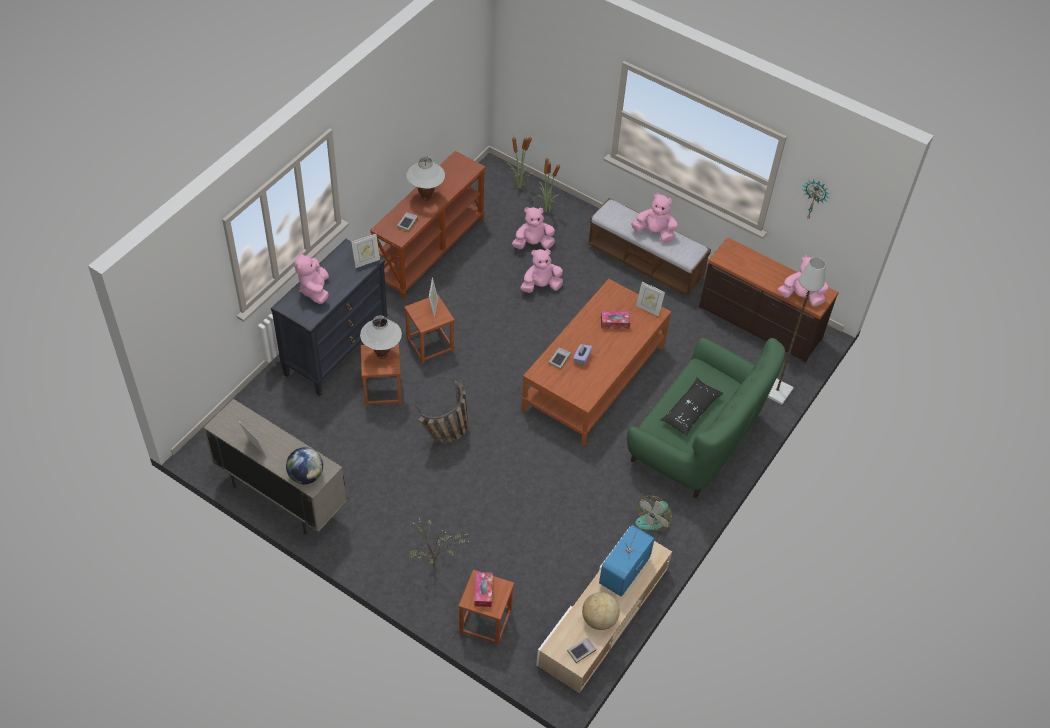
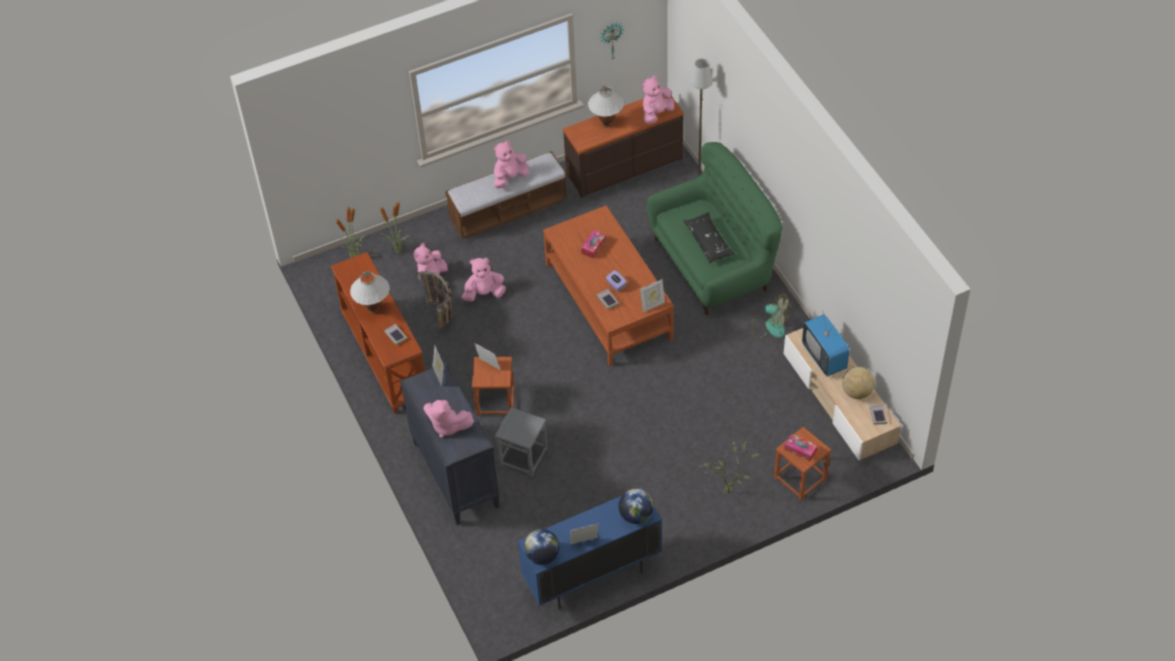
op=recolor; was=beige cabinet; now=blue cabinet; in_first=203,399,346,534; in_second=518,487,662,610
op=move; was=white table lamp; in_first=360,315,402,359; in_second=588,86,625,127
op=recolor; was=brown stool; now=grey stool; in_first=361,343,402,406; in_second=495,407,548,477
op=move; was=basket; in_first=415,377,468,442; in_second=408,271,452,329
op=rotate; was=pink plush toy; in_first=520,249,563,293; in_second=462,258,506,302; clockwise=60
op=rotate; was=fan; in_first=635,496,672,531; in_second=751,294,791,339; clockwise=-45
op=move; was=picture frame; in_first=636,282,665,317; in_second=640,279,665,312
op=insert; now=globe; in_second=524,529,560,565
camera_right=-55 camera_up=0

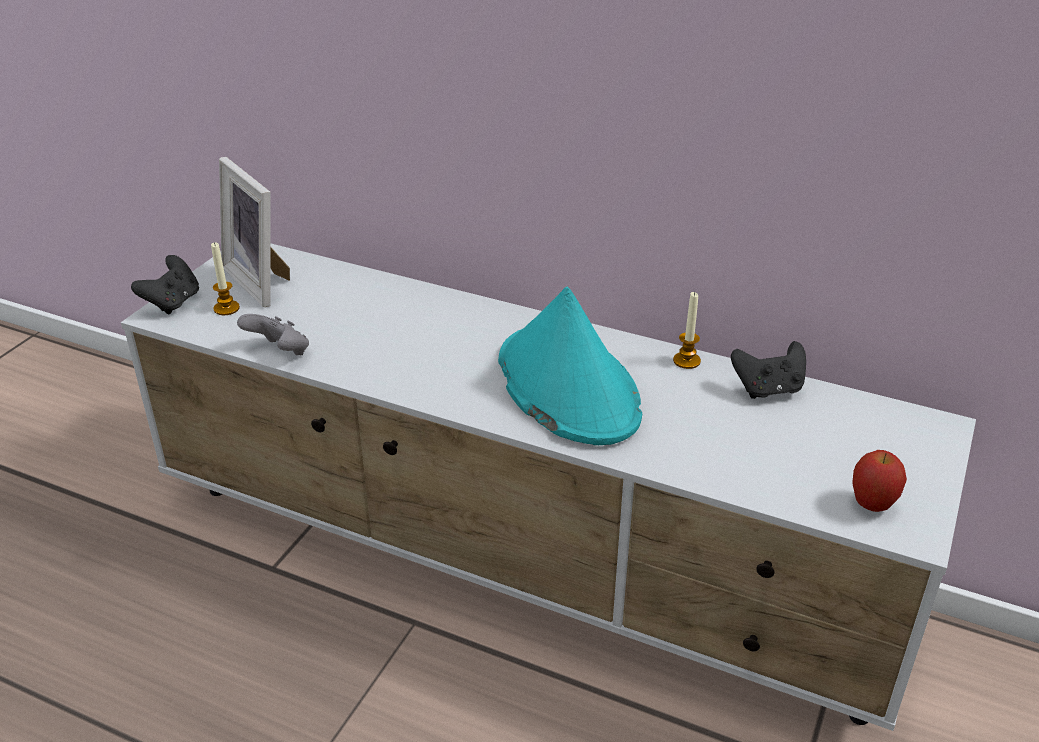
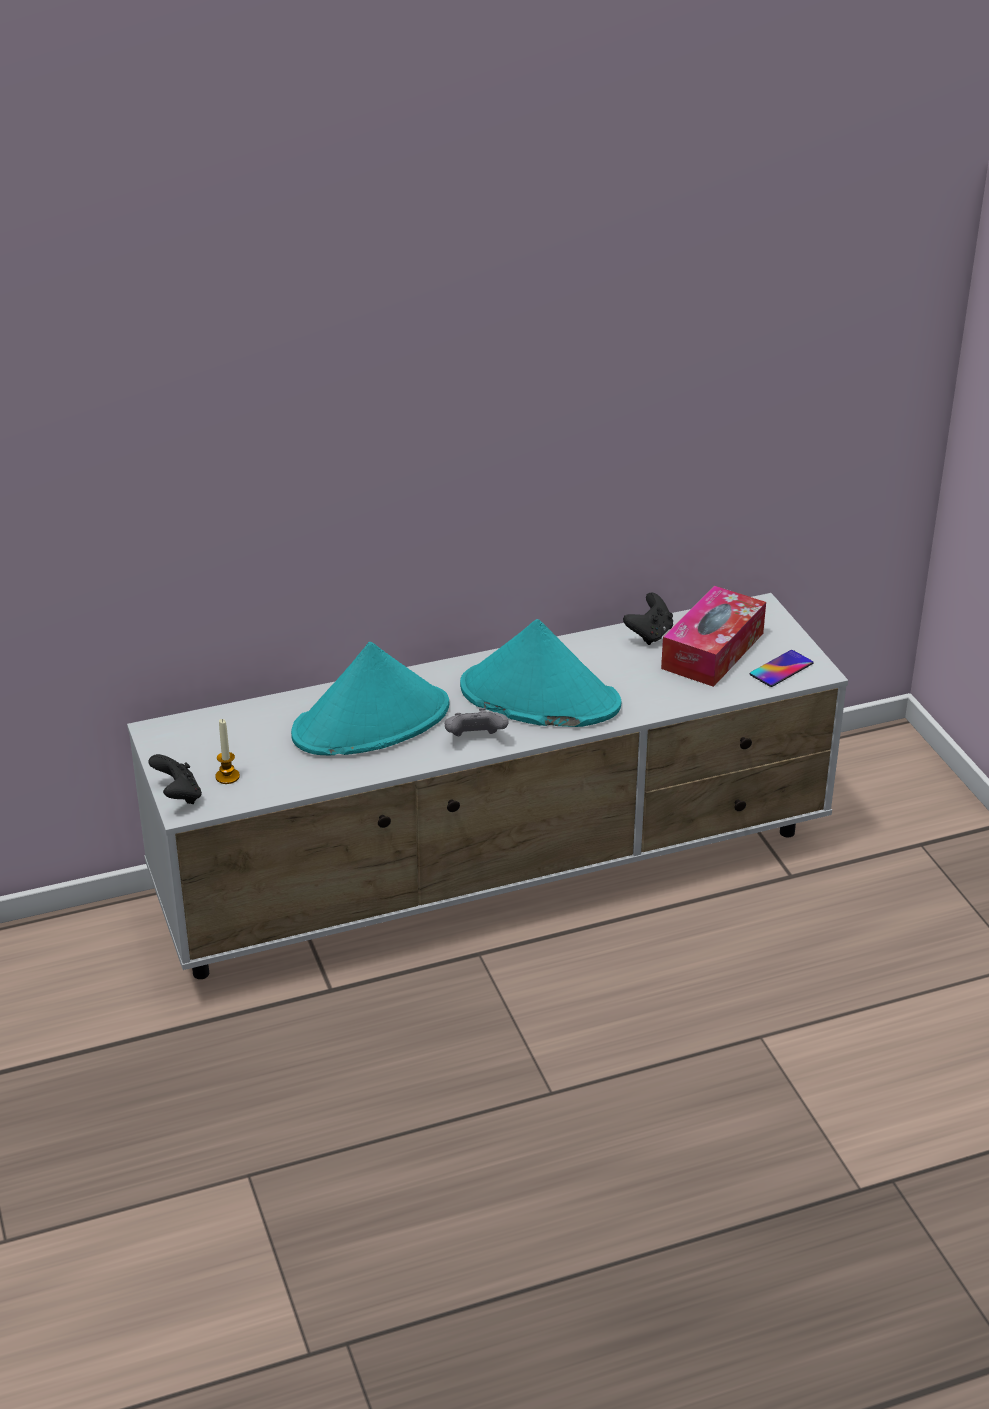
op=delete; was=picture frame; in_first=219,157,290,307
op=move; was=grey game controller; in_first=237,314,309,355; in_second=445,708,509,736
op=delete; was=candle; in_first=673,292,701,369
op=replace; was=apple; now=phone; in_first=852,450,907,512; in_second=749,650,814,687
op=insert; now=turquoise hat; in_second=291,642,449,755
op=insert; now=tissue box; in_second=661,586,766,687
camera_right=-45 camera_up=0

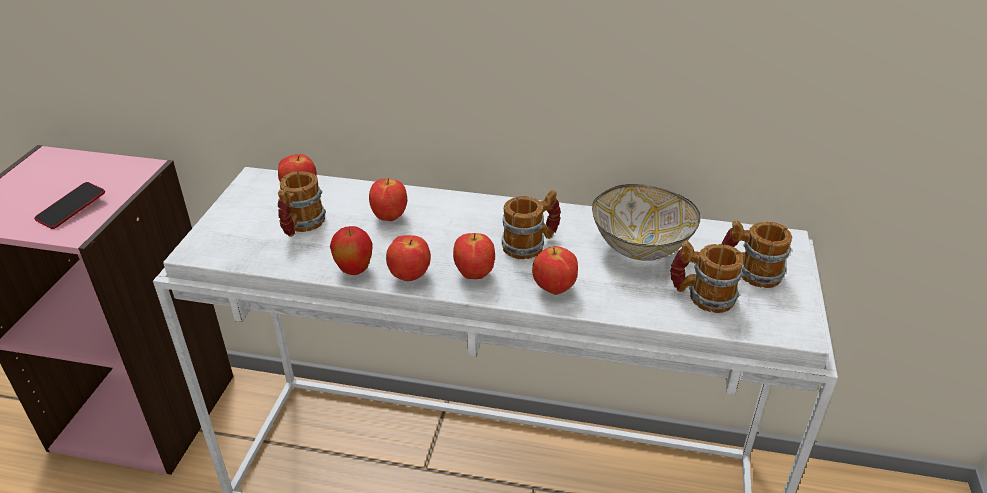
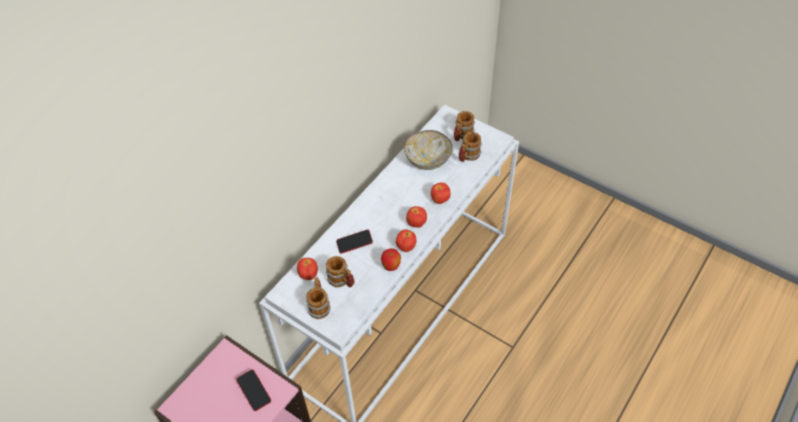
op=replace; was=apple; now=phone; in_first=369,178,407,221; in_second=336,229,373,254
op=move; was=mug; in_first=502,189,561,259; in_second=306,277,330,319
camera_right=-65 camera_up=15

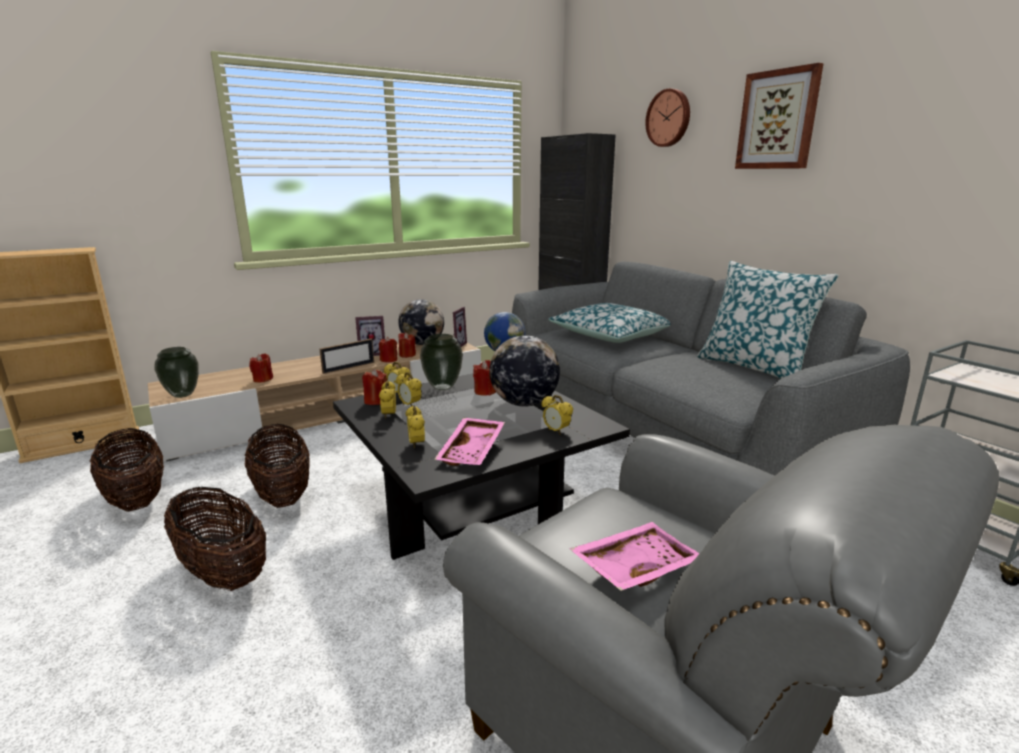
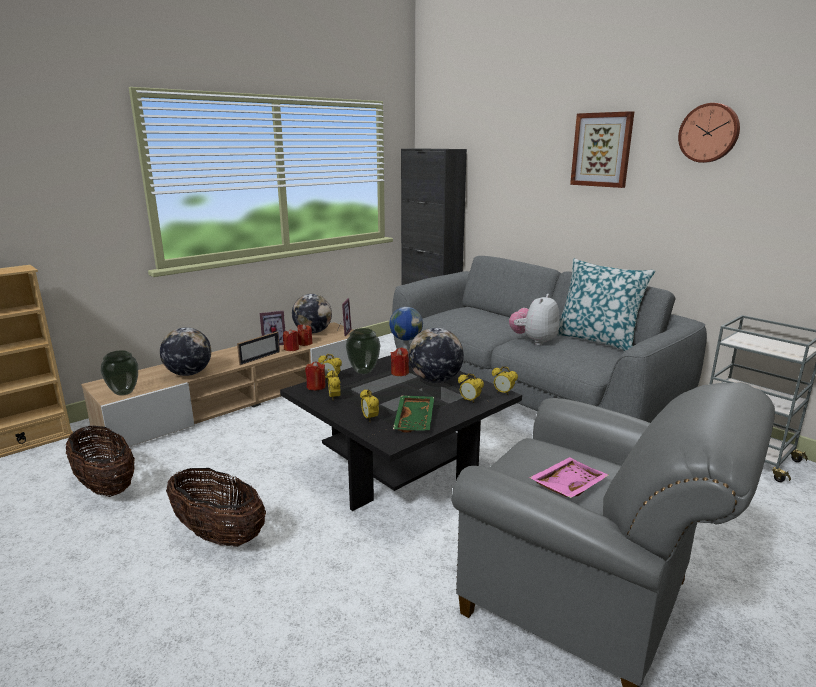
op=delete; was=basket; in_first=245,424,310,508
op=replace; was=red candle; now=globe; in_first=249,354,273,382; in_second=160,327,211,376
op=move; was=alarm clock; in_first=396,372,422,407; in_second=492,366,518,395
op=recolor; was=pink tray; now=green tray; in_first=434,418,505,466; in_second=393,395,434,433
op=delete; was=pillow; in_first=548,303,670,343
op=move; was=wall clock; in_first=645,88,690,147; in_second=678,103,740,163
op=insert; now=plush toy; in_second=509,294,560,345
camera_right=-10 camera_up=0

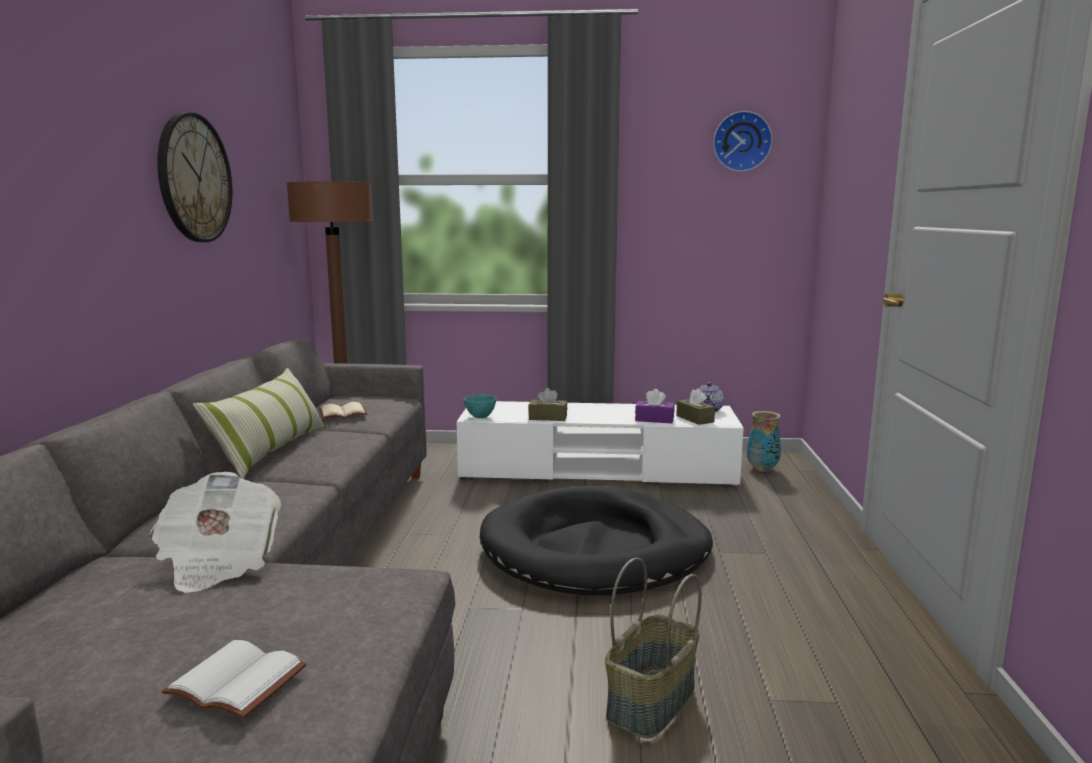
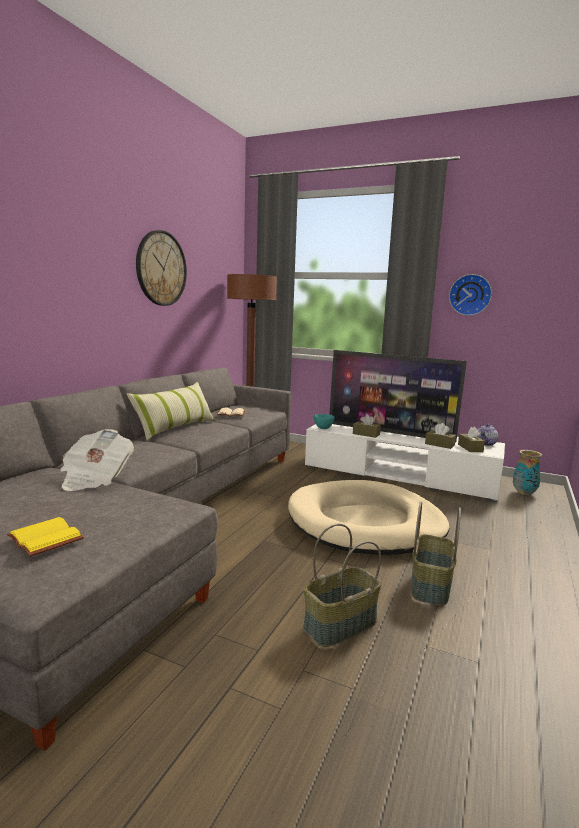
op=recolor; was=white book; now=yellow book; in_first=162,640,307,718; in_second=7,517,84,557
op=recolor; was=black dog bed; now=beige dog bed; in_first=480,486,713,596; in_second=288,480,450,555
op=recolor; was=purple tissue box; now=brown tissue box; in_first=635,389,675,423; in_second=425,423,456,449
op=move; was=wall clock; in_first=713,111,772,172; in_second=449,274,492,316
op=insert; now=television; in_second=329,350,467,442
op=insert; now=basket; in_second=411,501,461,606
camera_right=20 camera_up=0

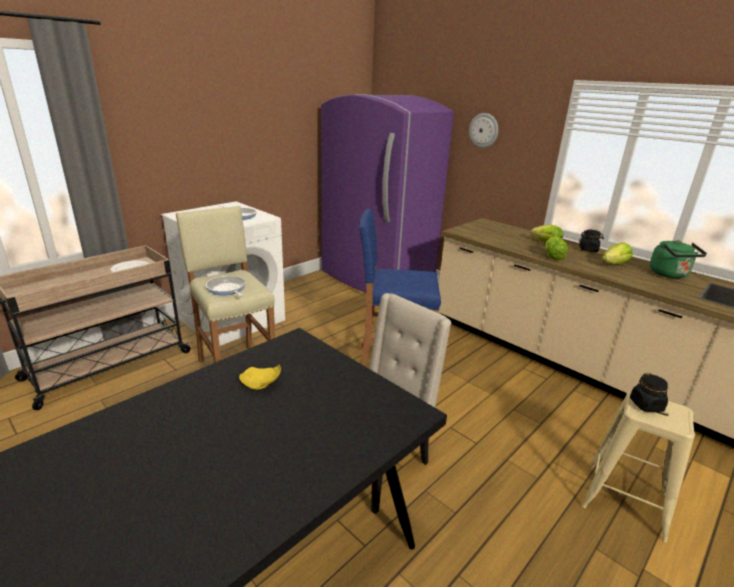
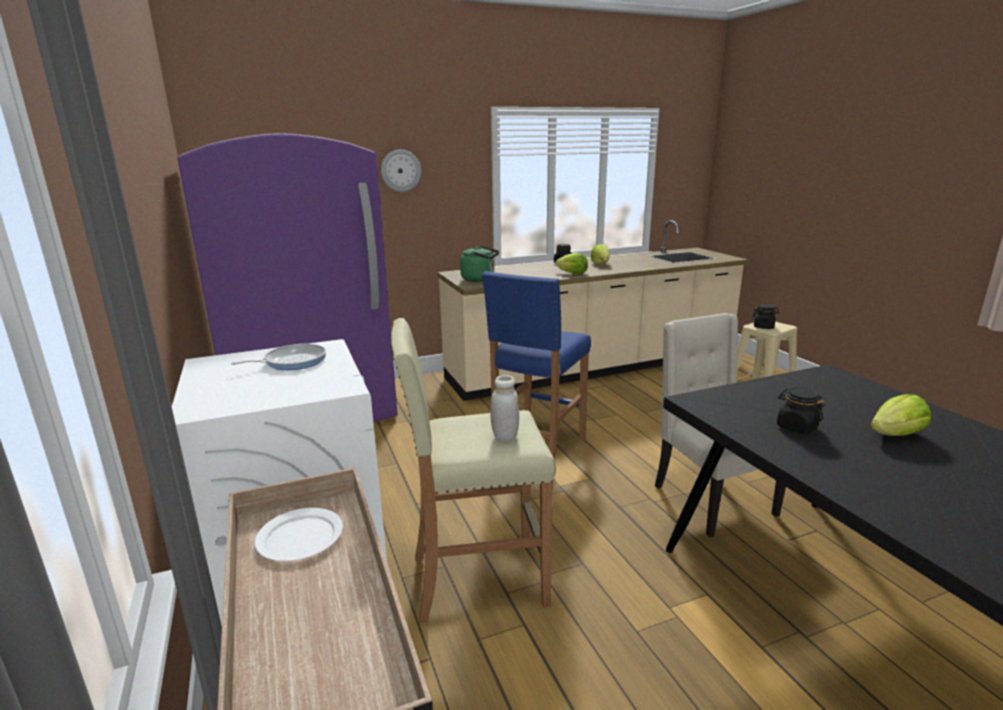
op=replace; was=frying pan; now=white jar; in_first=206,276,246,297; in_second=490,375,519,441
op=replace; was=yellow plate; now=black jar; in_first=239,365,281,389; in_second=777,387,824,434
op=move; was=lettuce; in_first=530,225,563,244; in_second=871,394,931,436
op=move; was=green kettle; in_first=650,240,707,278; in_second=460,246,499,282
camera_right=-65 camera_up=-5

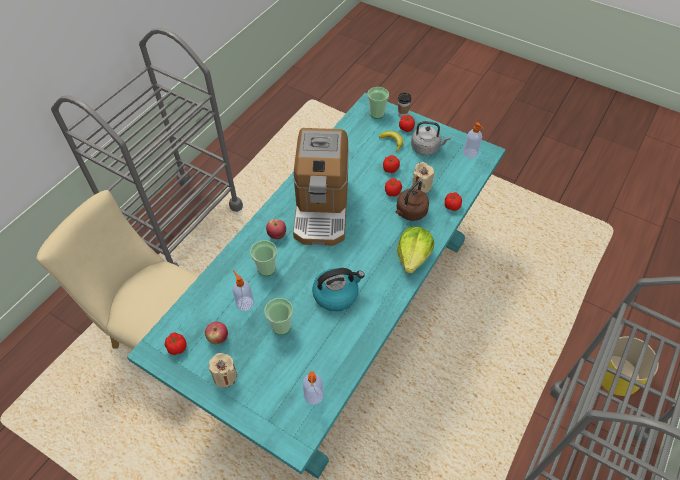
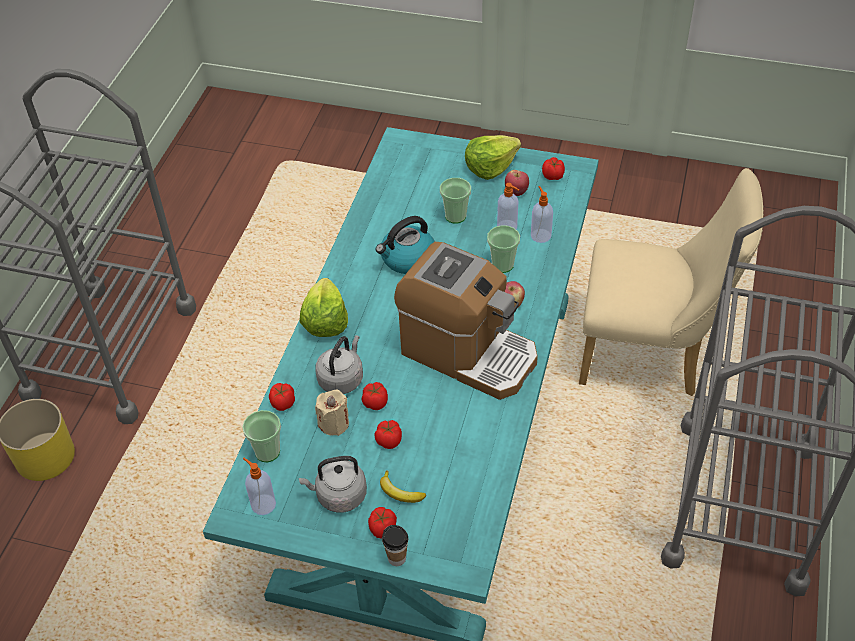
op=replace; was=beige candle; now=lettuce; in_first=209,353,237,388; in_second=465,135,521,180
op=rotate; was=coffee machine; in_first=293,128,349,246; in_second=394,242,538,400; clockwise=135
op=move; was=soap dispenser; in_first=303,371,323,405; in_second=531,186,553,243
op=move; was=cup; in_first=368,87,389,119; in_second=242,410,281,462
op=recolor; was=brown kettle; now=grey kettle; in_first=395,180,429,221; in_second=316,335,363,394
camera_right=165 camera_up=-5

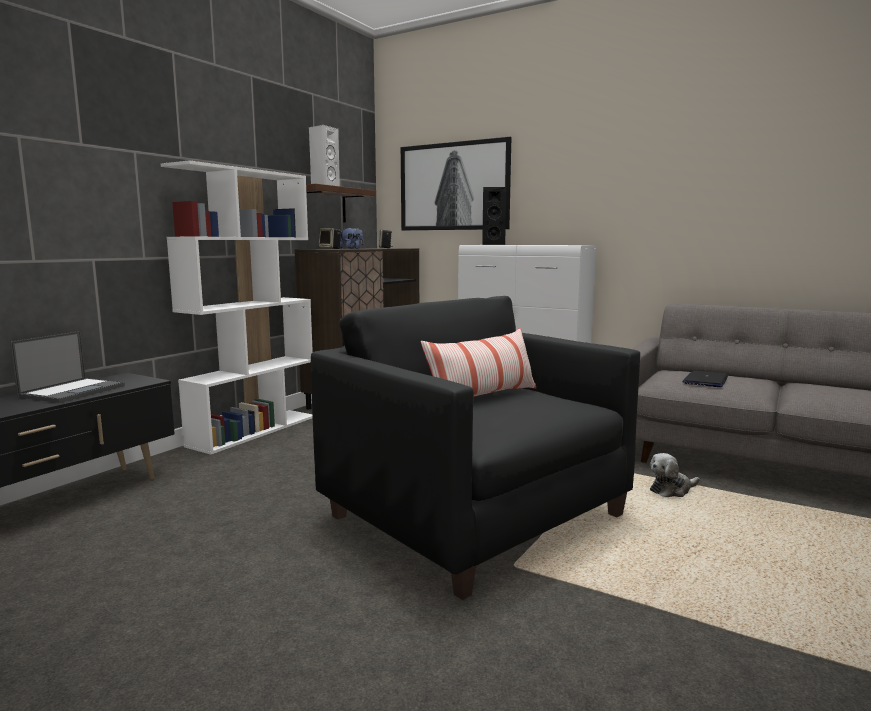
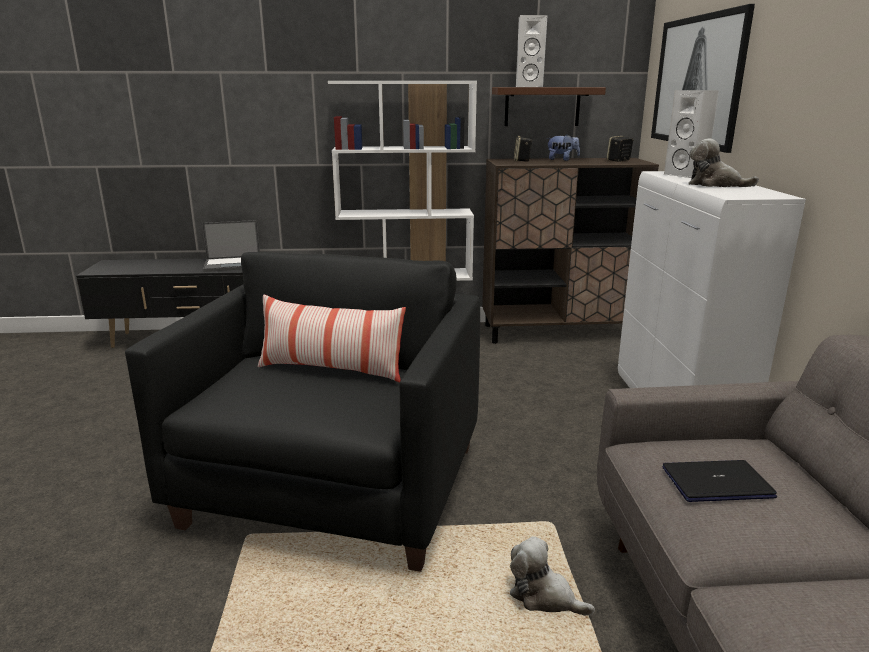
op=recolor; was=black speaker; now=white speaker; in_first=482,187,507,245; in_second=664,90,719,178
op=insert; now=plush toy; in_second=688,139,759,187
camera_right=55 camera_up=10

